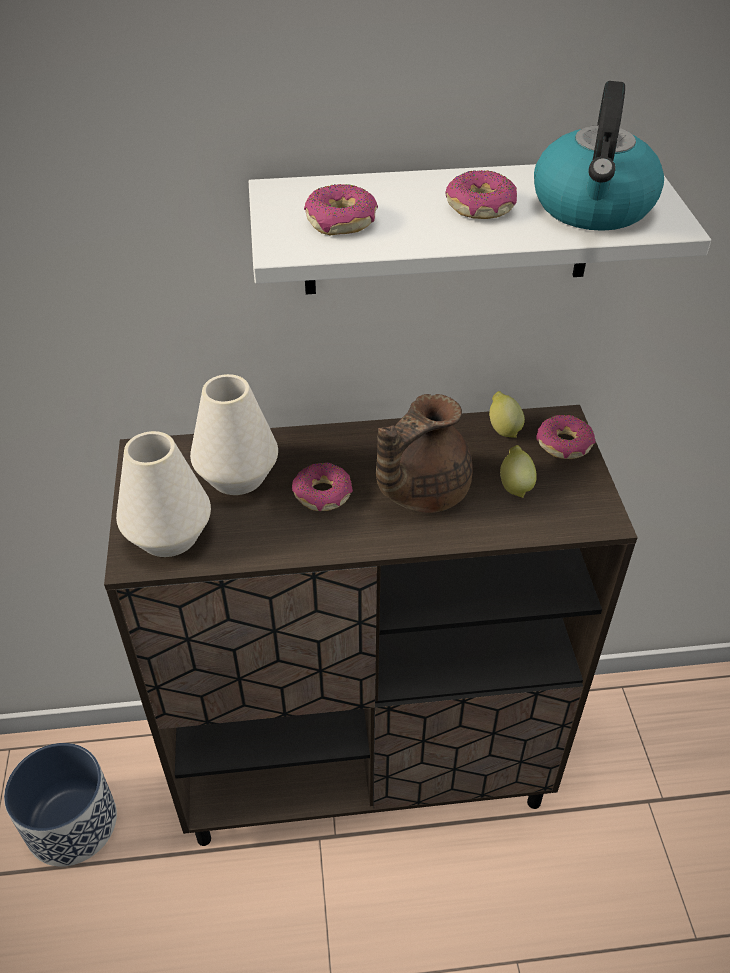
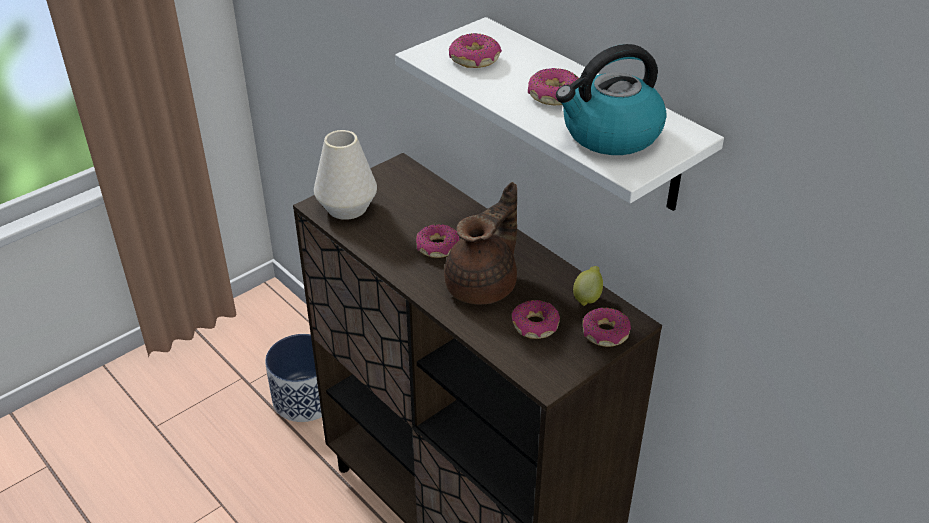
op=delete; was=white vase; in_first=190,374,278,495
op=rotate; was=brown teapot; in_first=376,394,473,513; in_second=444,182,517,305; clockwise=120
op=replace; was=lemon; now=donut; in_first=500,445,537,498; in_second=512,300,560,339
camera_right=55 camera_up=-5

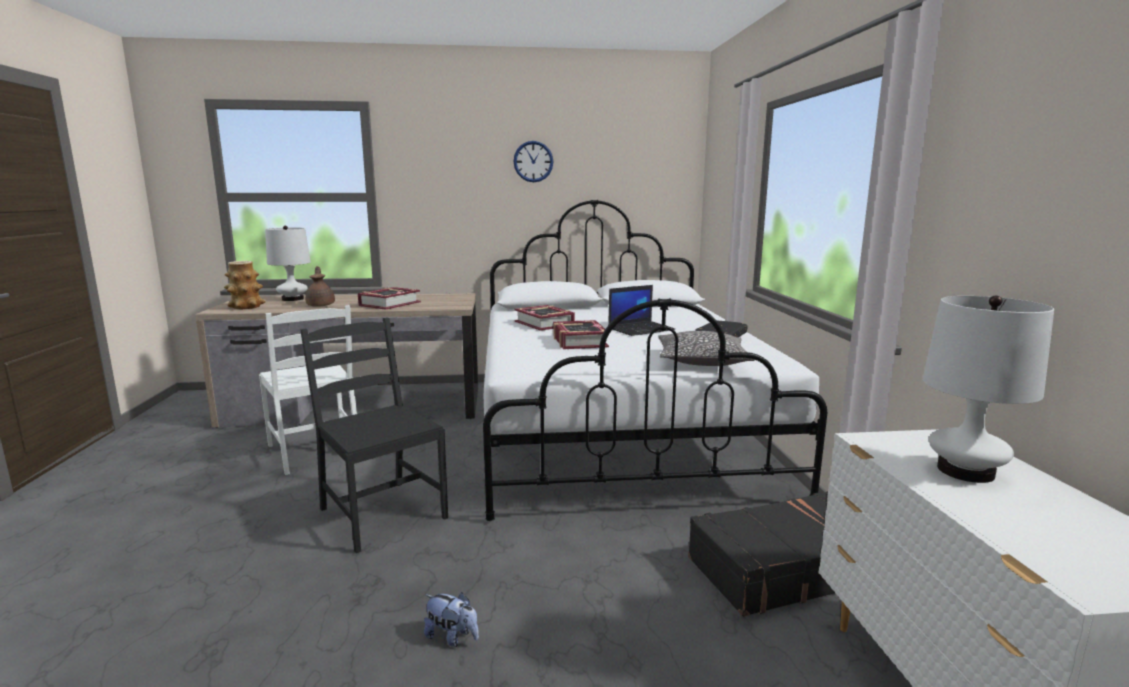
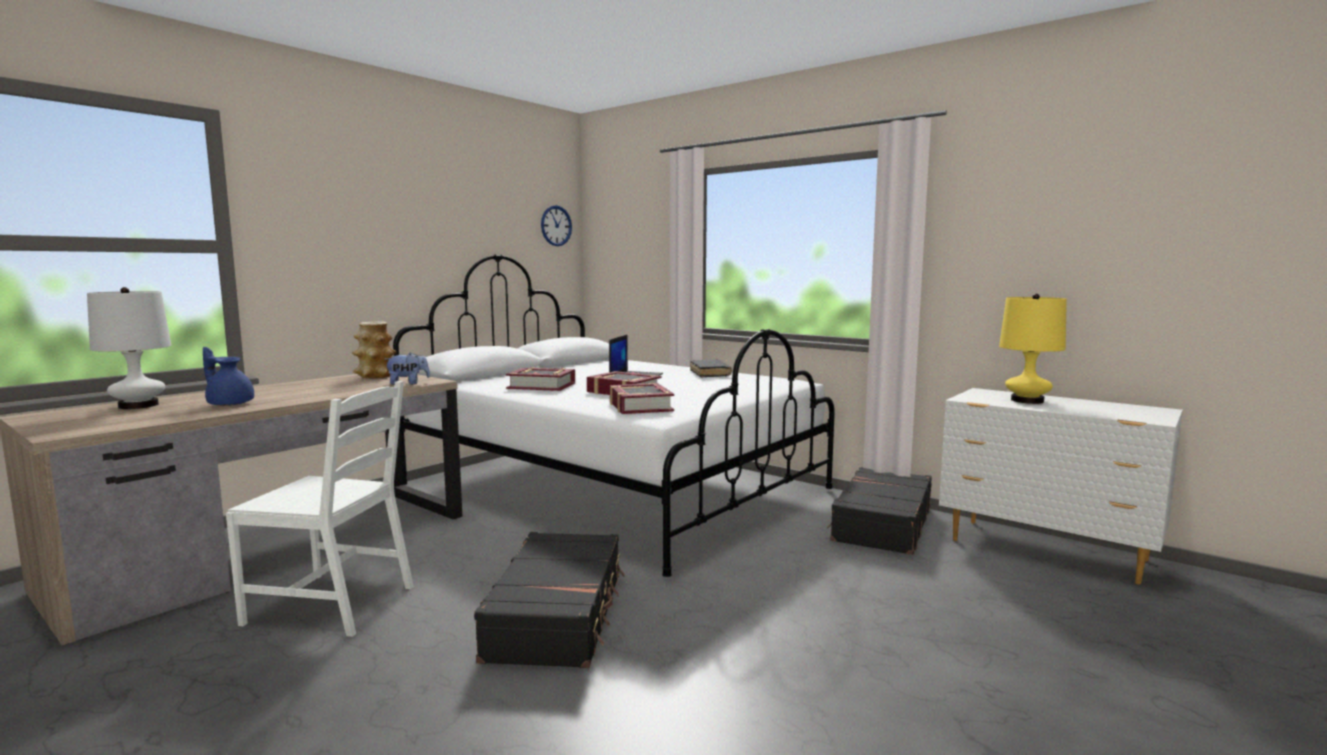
op=move; was=vase; in_first=224,261,266,309; in_second=352,321,396,378
op=replace; was=black chair; now=black suitcase; in_first=300,317,448,553; in_second=474,532,625,668
op=recolor; was=brown teapot; now=blue teapot; in_first=305,266,335,307; in_second=203,347,254,406
op=move; was=book; in_first=358,287,421,310; in_second=610,383,674,414
op=move; was=plush toy; in_first=424,592,479,647; in_second=385,352,430,385
op=move; was=wall clock; in_first=513,141,553,182; in_second=541,205,572,246
op=delete; was=pillow; in_first=658,331,755,366
op=recolor; was=white table lamp; now=yellow table lamp; in_first=923,296,1054,483; in_second=999,294,1067,404
camera_right=-45 camera_up=-5

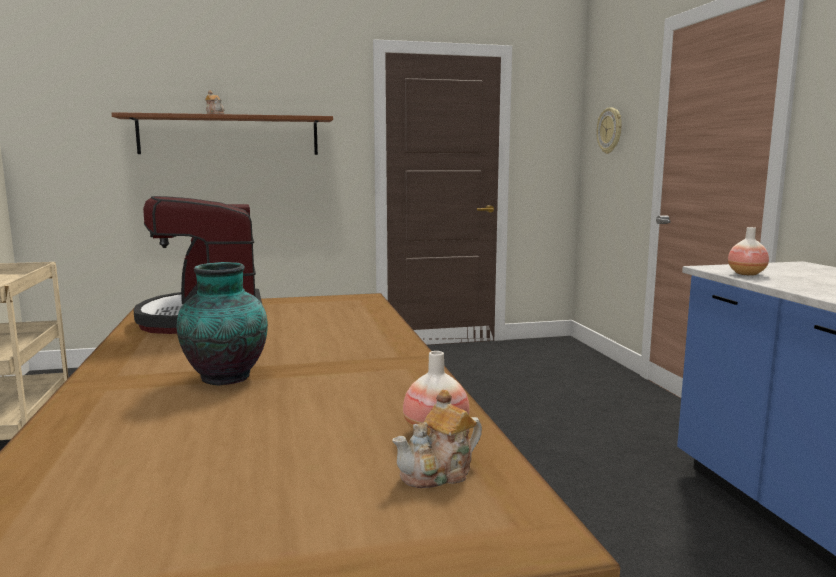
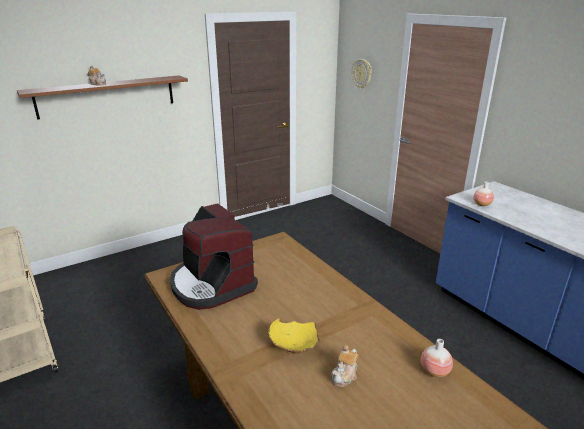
op=replace; was=vase; now=yellow bowl; in_first=177,262,268,385; in_second=268,318,320,354
op=move; was=teapot; in_first=392,390,482,488; in_second=331,345,359,387
camera_right=-20 camera_up=15

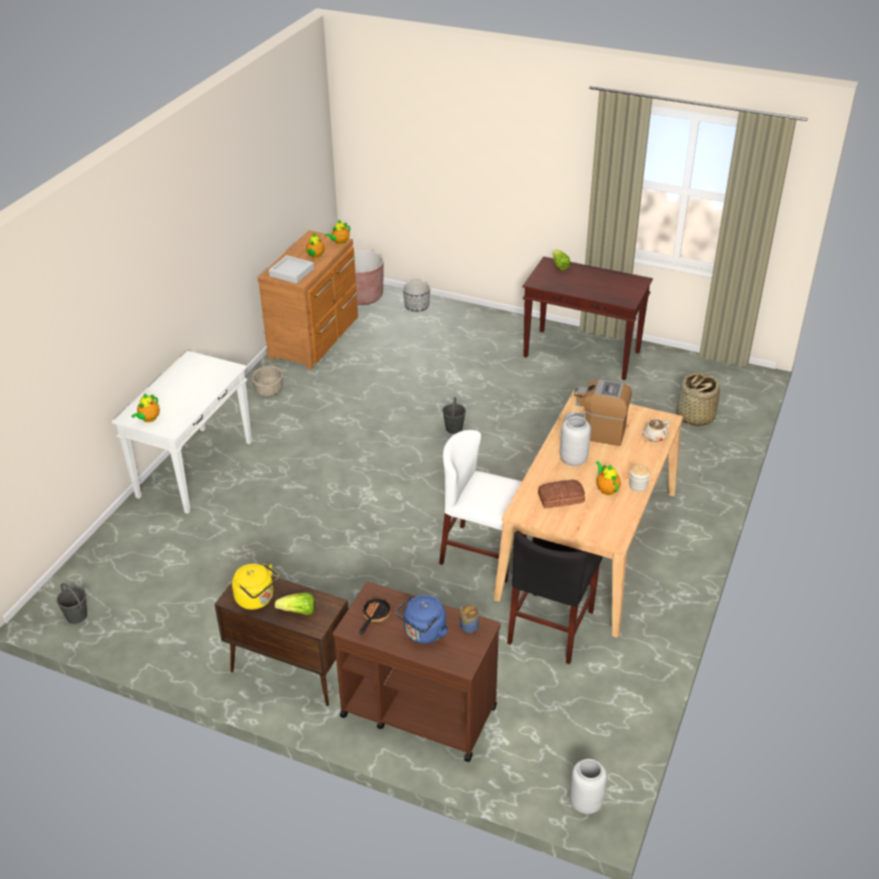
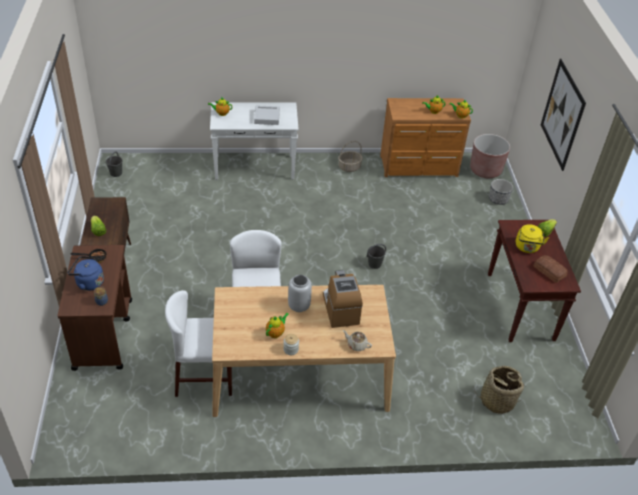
op=move; was=yellow kettle; in_first=232,563,279,610; in_second=516,224,549,253
op=move; was=grey tray; in_first=269,255,314,284; in_second=254,105,280,125
op=recolor; was=black chair; now=white chair; in_first=507,531,603,664; in_second=165,290,232,397
op=move; was=bread; in_first=538,480,585,509; in_second=534,255,568,283
op=delete; was=grey vase; in_first=569,759,607,814
op=insert; now=picture; in_second=541,59,586,171
camera_right=60 camera_up=5

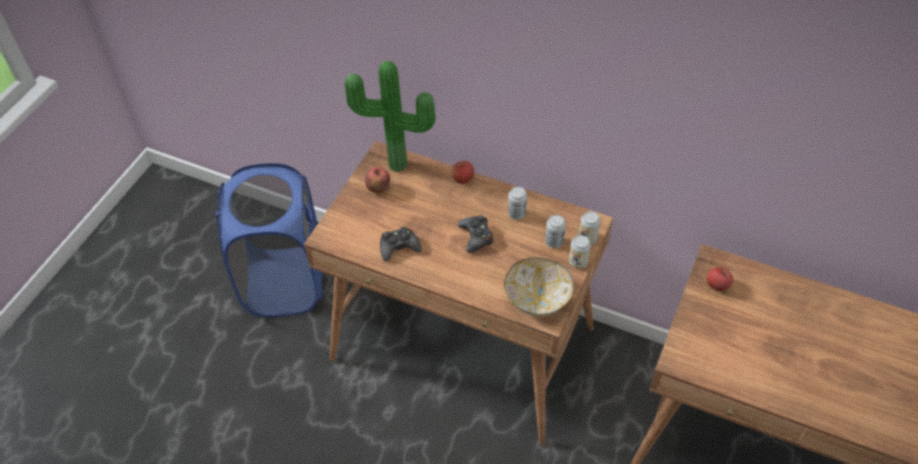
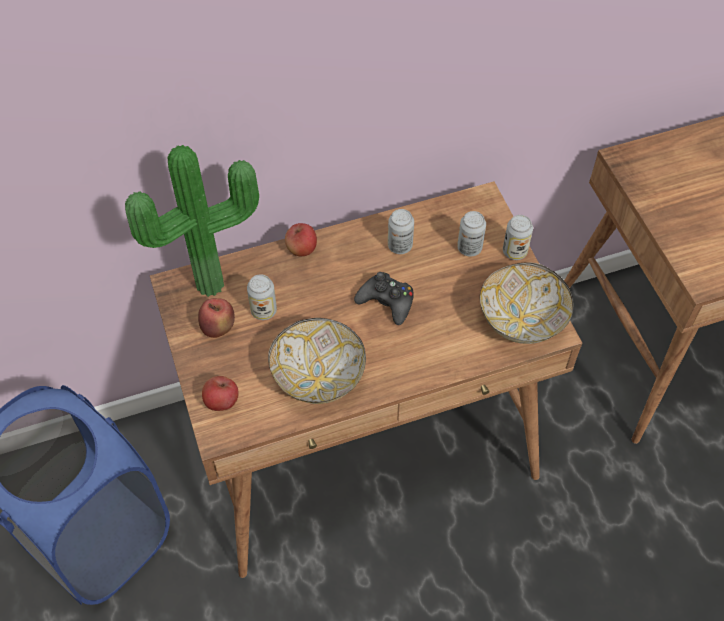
op=replace; was=black game controller; now=bowl; in_first=380,227,422,261; in_second=268,318,366,404
op=move; was=can; in_first=579,211,600,245; in_second=247,274,277,320
op=move; was=apple; in_first=707,266,733,291; in_second=202,376,239,411
camera_right=-45 camera_up=5

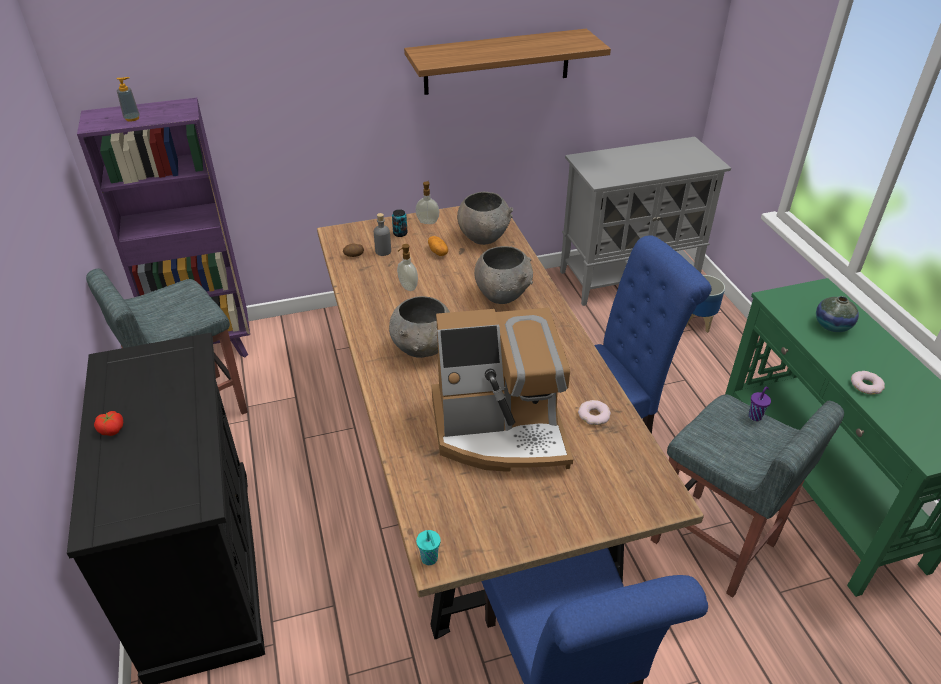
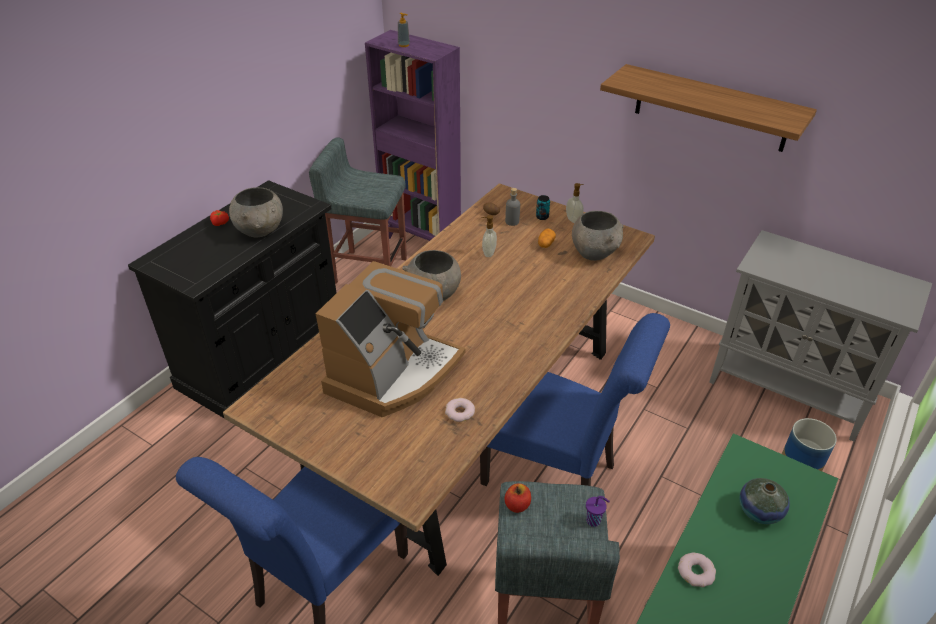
op=delete; was=turquoise cup; in_first=416,530,441,565
op=rotate; was=coffee machine; in_first=432,308,573,472; in_second=316,261,466,417; clockwise=-105
op=move; was=grey bowl; in_first=474,246,533,304; in_second=229,187,283,237
op=insert; now=apple; in_second=504,483,531,513
camera_right=50 camera_up=0

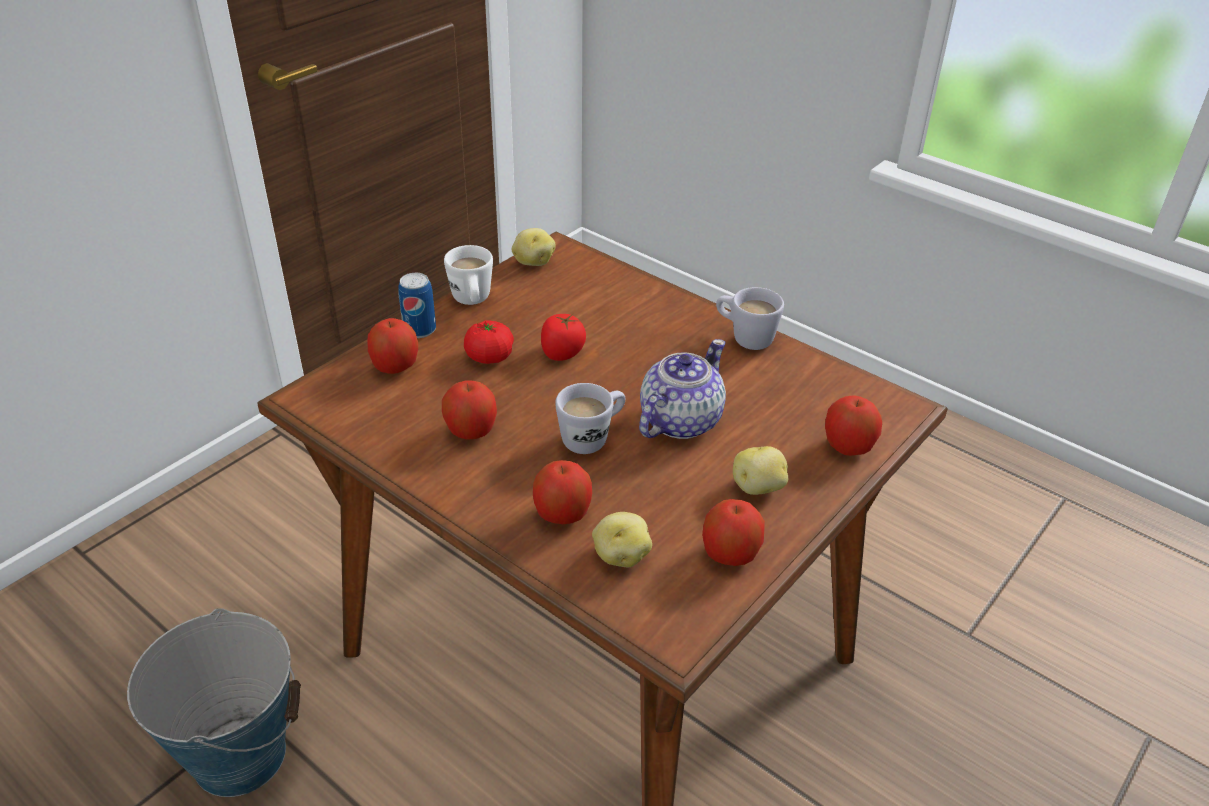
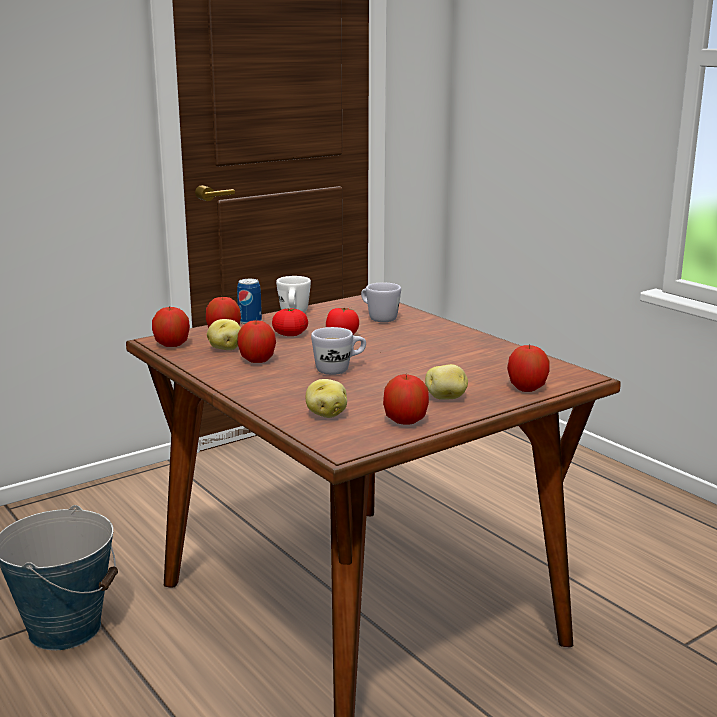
op=move; was=potato; in_first=512,228,555,266; in_second=207,319,241,350
op=move; was=apple; in_first=533,460,592,524; in_second=152,306,190,347
op=delete; was=teapot; in_first=639,339,726,439
op=move; was=white mug; in_first=716,287,784,350; in_second=361,283,401,322
camera_right=15 camera_up=-20

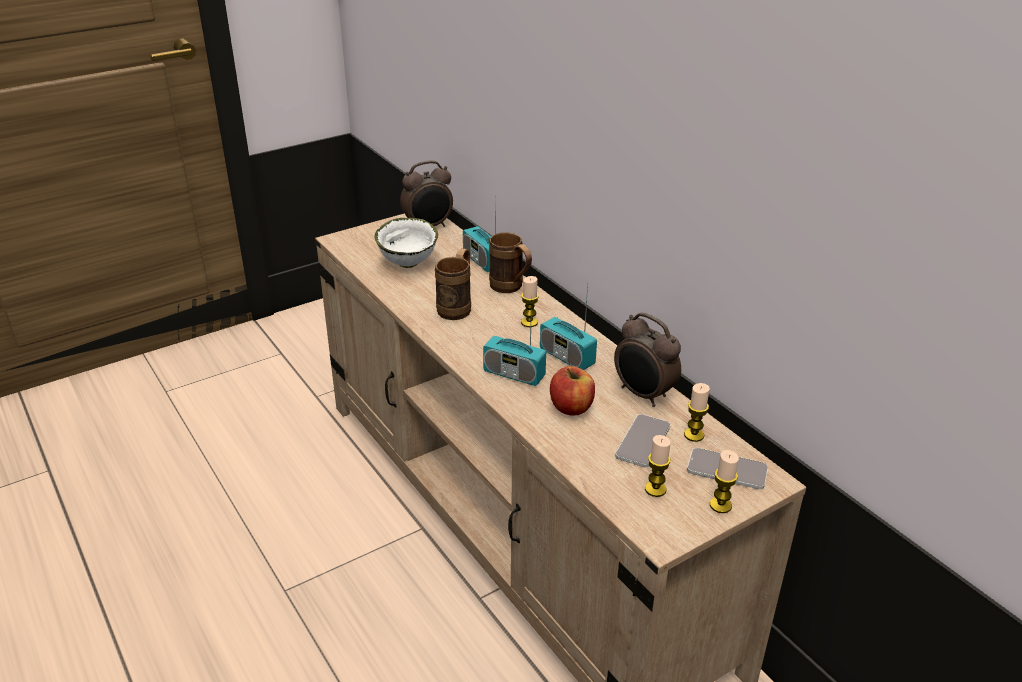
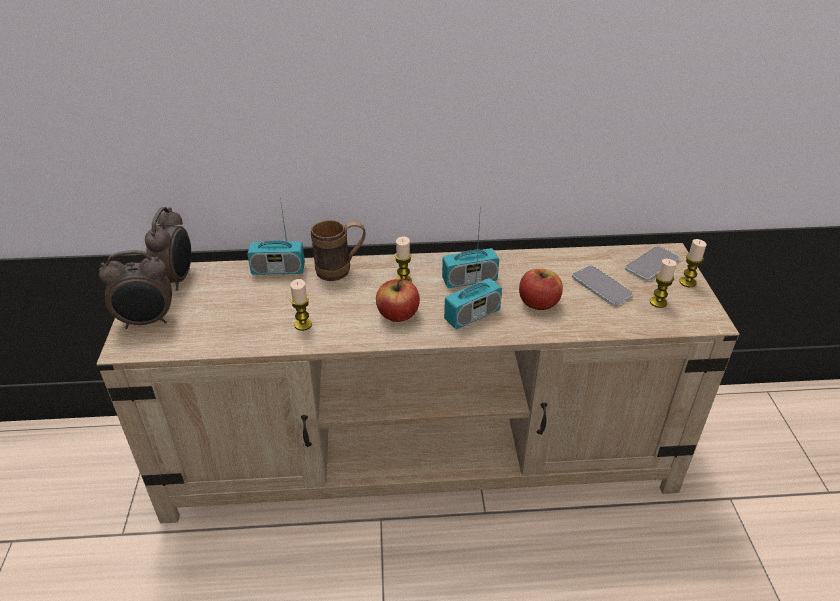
op=delete; was=white bowl; in_first=374,218,438,268
op=delete; was=brown mug; in_first=435,249,471,320
op=move; was=alarm clock; in_first=614,312,681,407; in_second=99,250,172,329
op=move; was=candle; in_first=684,383,710,442; in_second=290,279,312,331
op=insert; now=apple; in_second=376,279,420,322
camera_right=-60 camera_up=5

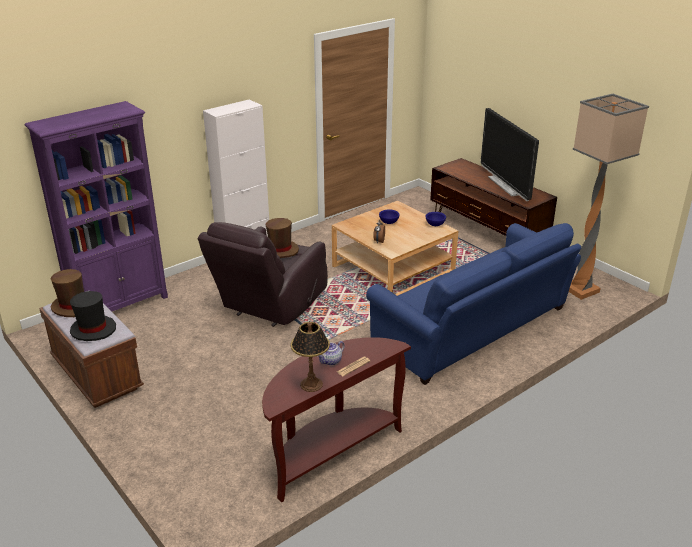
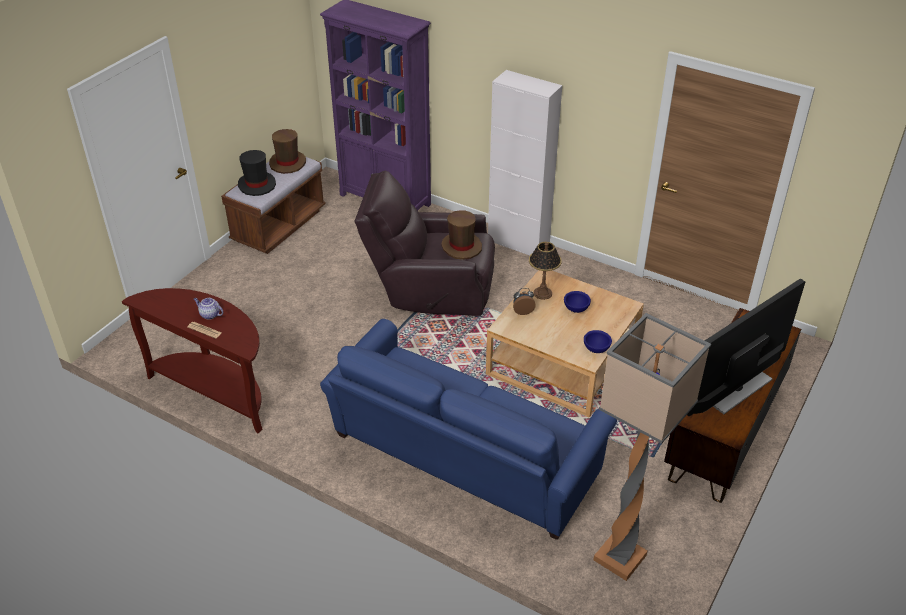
op=move; was=table lamp; in_first=290,322,330,392; in_second=529,242,562,300
camera_right=70 camera_up=10

